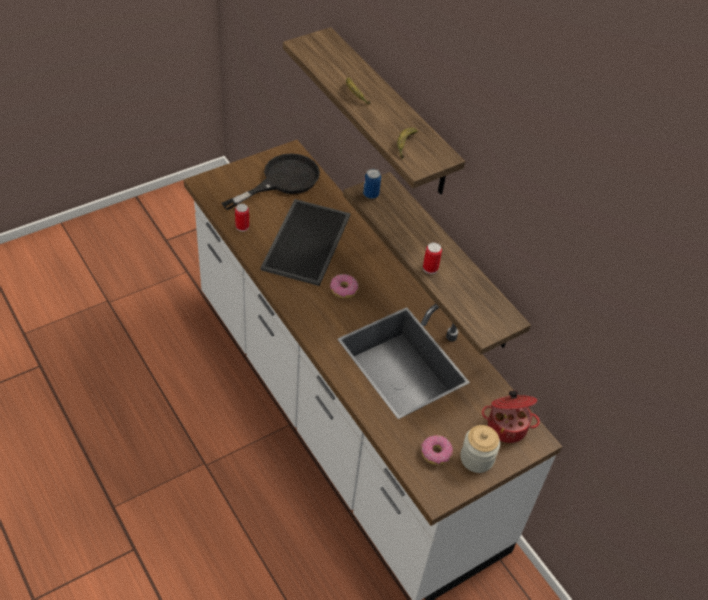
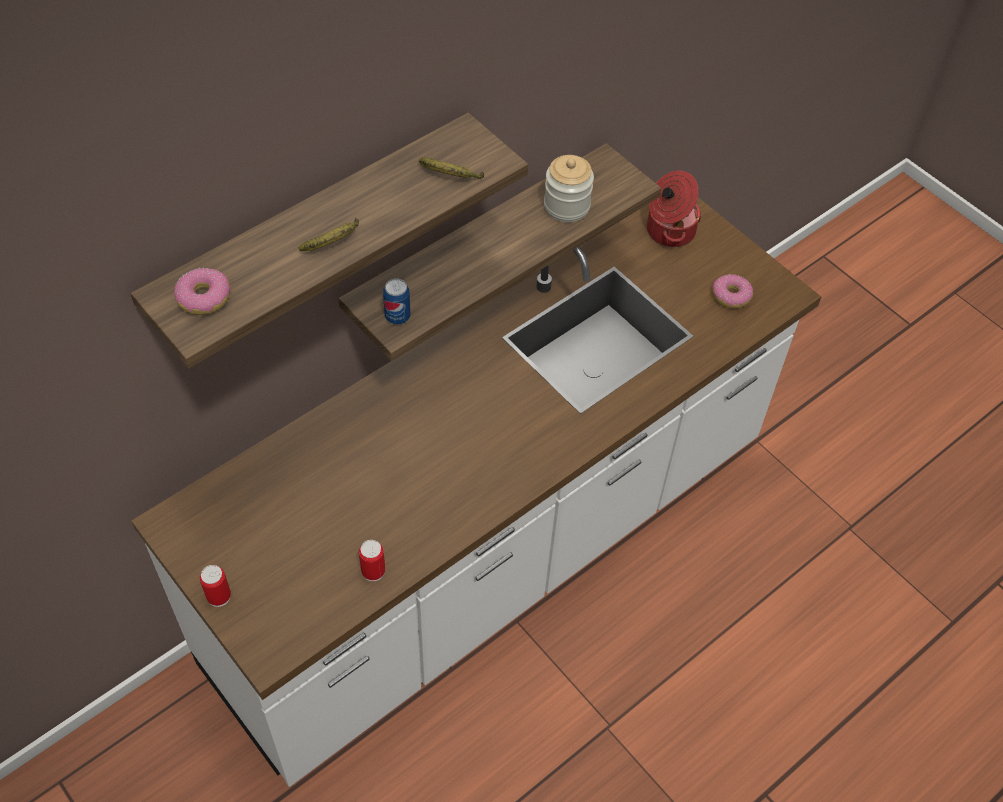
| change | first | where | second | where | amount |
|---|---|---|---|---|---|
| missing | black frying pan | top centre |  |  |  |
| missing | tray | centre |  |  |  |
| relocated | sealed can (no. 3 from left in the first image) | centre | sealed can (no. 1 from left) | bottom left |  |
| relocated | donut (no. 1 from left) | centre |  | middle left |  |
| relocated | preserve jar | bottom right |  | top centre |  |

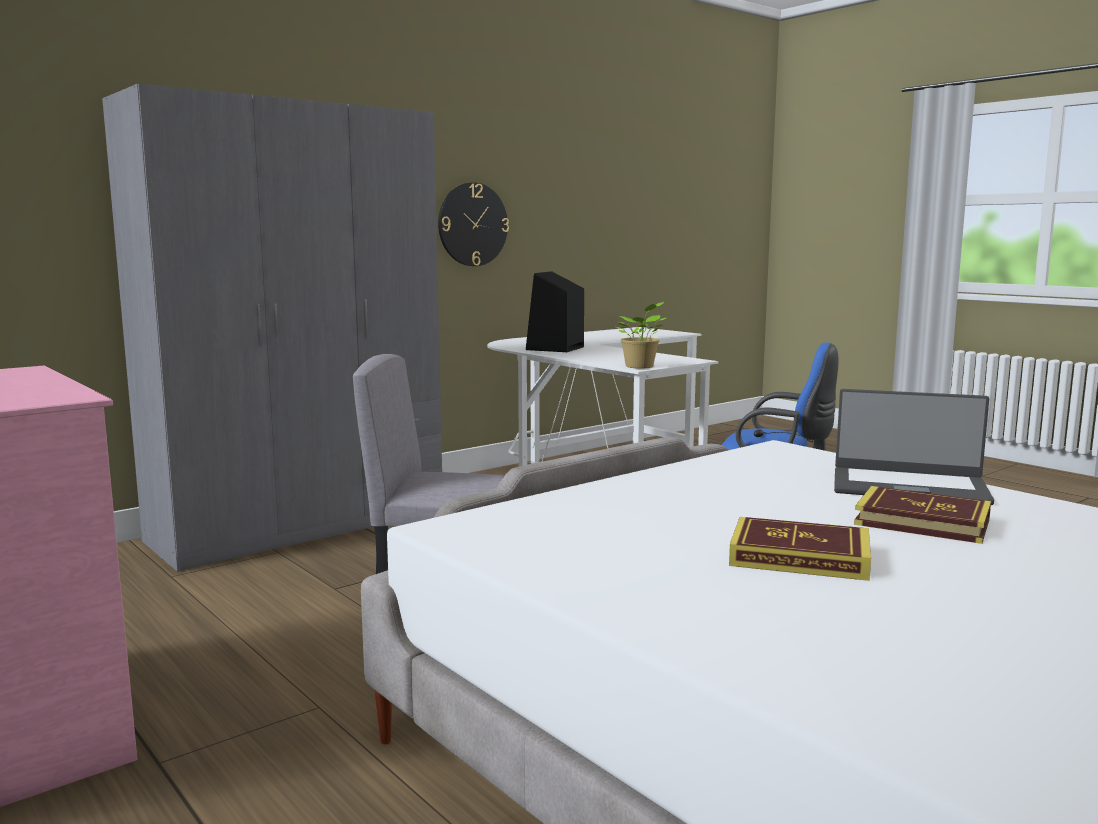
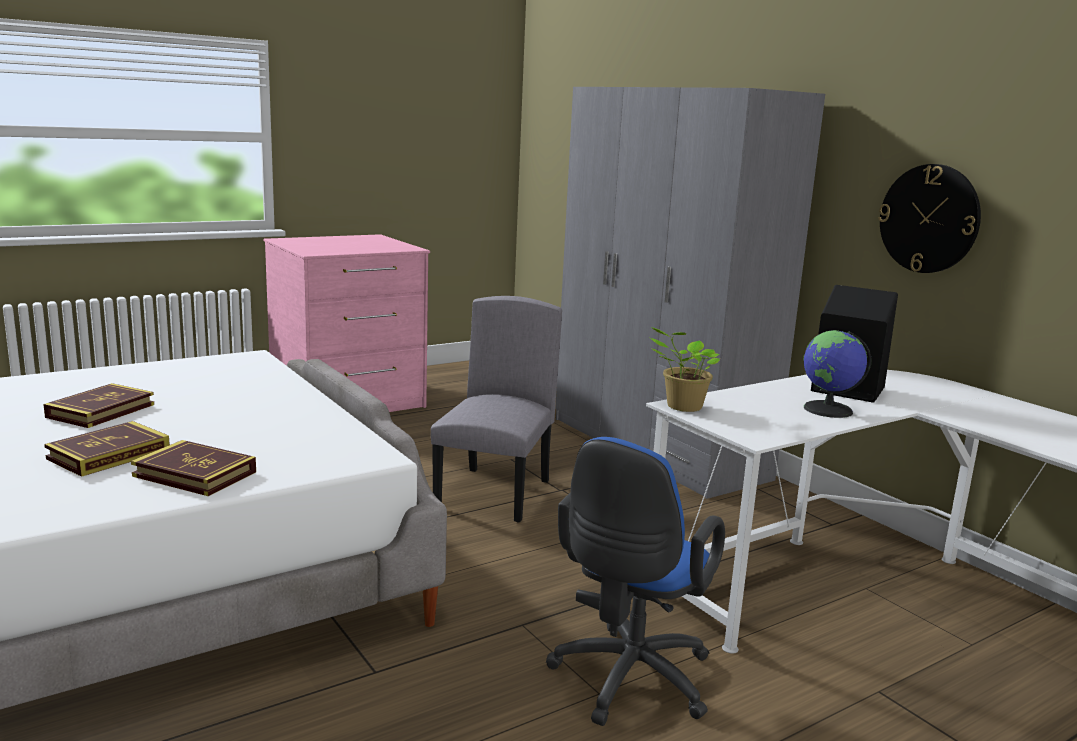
| change | first | where | second | where | amount |
|---|---|---|---|---|---|
| exchanged | notebook computer | middle right | bound book (no. 3 from left) | middle left |  |
| appeared |  |  | world globe | middle right |  |

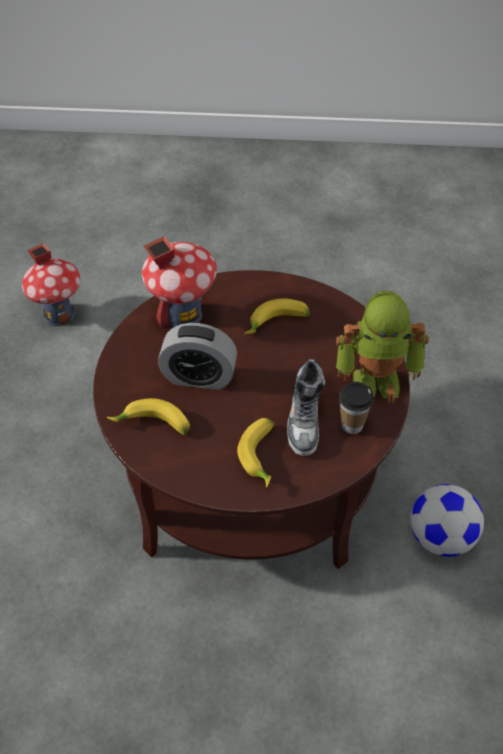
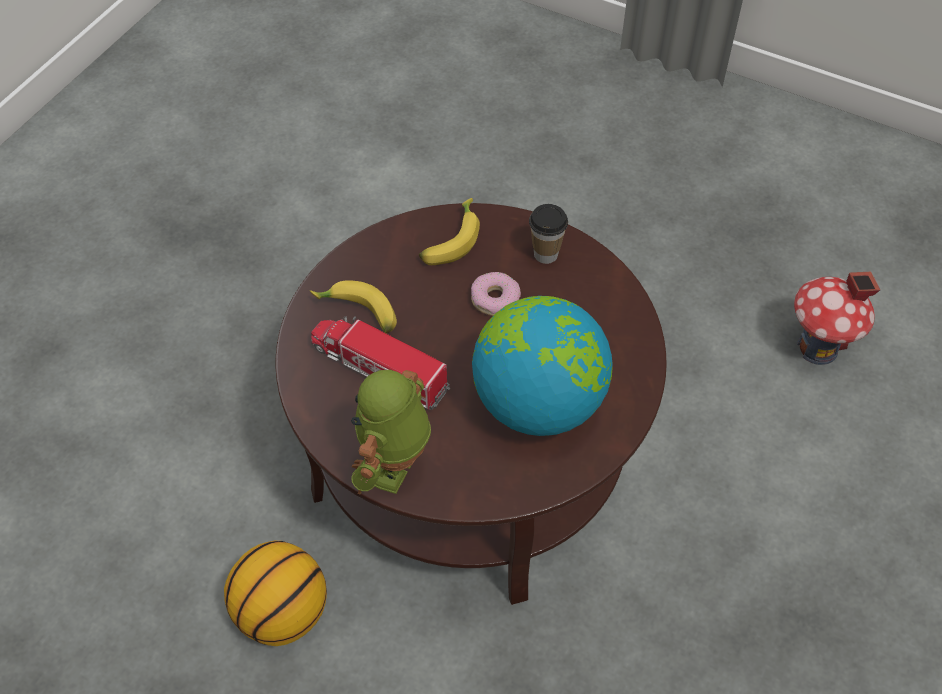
| change | first | where | second | where | amount |
|---|---|---|---|---|---|
| missing | miniature house (no. 2 from left) | centre |  |  |  |
| exchanged | whole banana (no. 3 from left) | centre | world globe | centre |  |
| exchanged | bedside clock | centre | donut | centre |  |
| exchanged | item of footwear | centre | toy truck | centre |  |
| relocated | small cup | middle right |  | centre |  |
| exchanged | football | bottom right | basketball ball | bottom left |  |

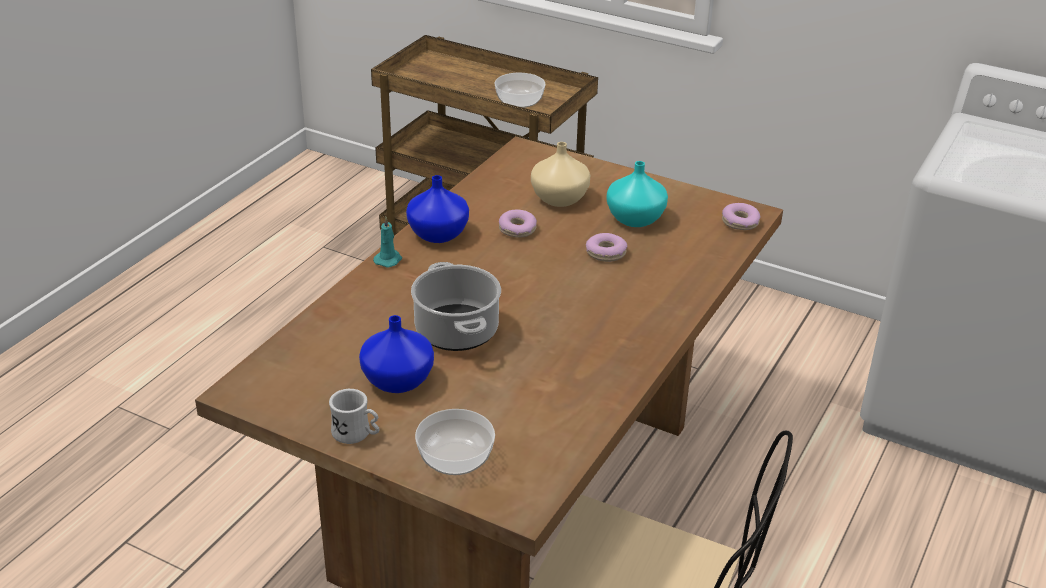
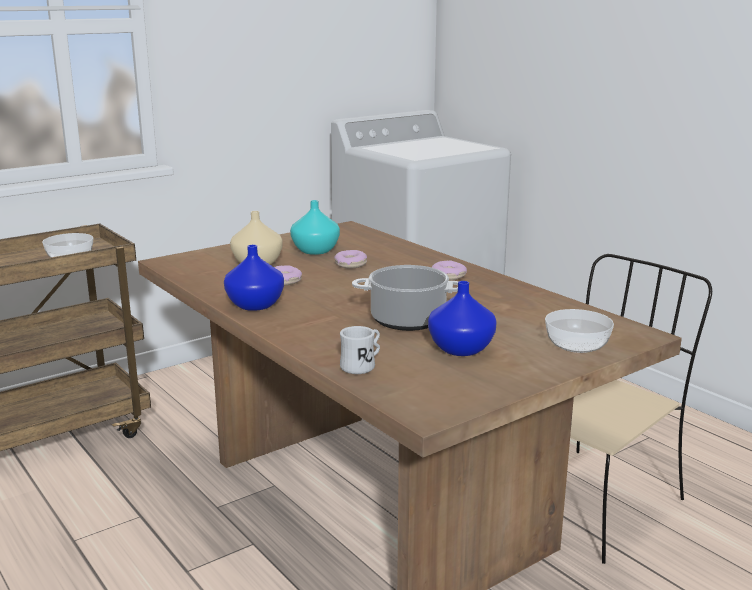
| change | first | where | second | where | amount |
|---|---|---|---|---|---|
| relocated | donut (no. 3 from left) | middle right |  | centre |  |
| missing | turquoise-coloured candle | centre |  |  |  |
| relocated | whitish coffee mug | bottom centre |  | centre |  |

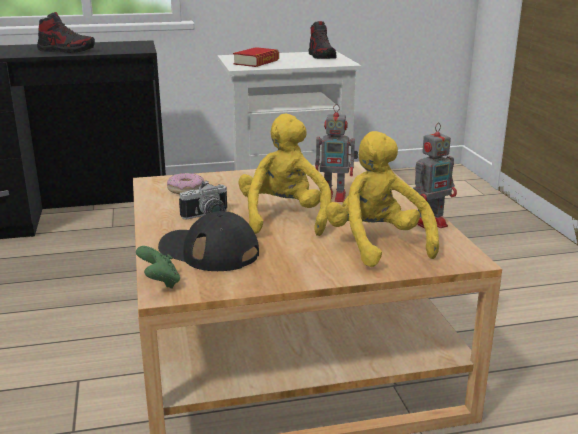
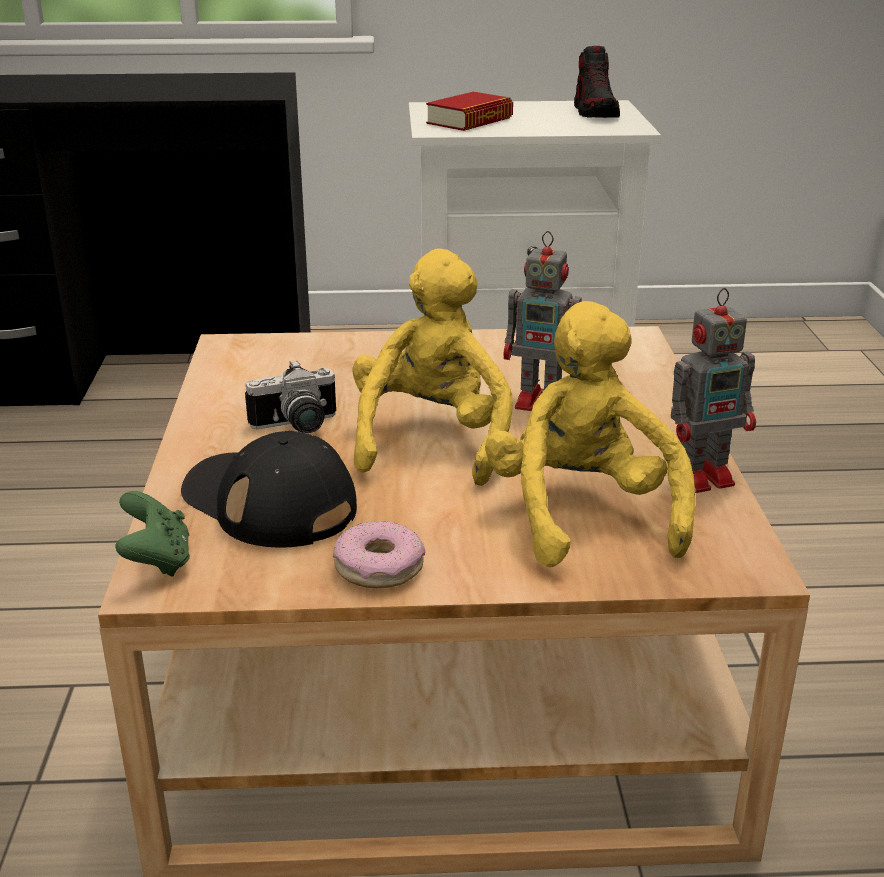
| change | first | where | second | where | amount |
|---|---|---|---|---|---|
| missing | item of footwear (no. 1 from left) | top left |  |  |  |
| relocated | donut | middle left |  | centre |  |

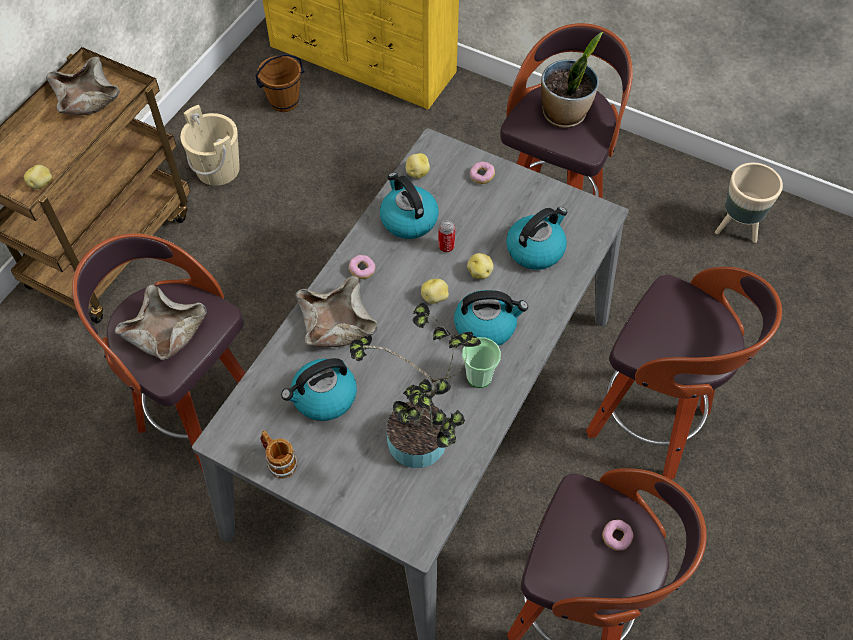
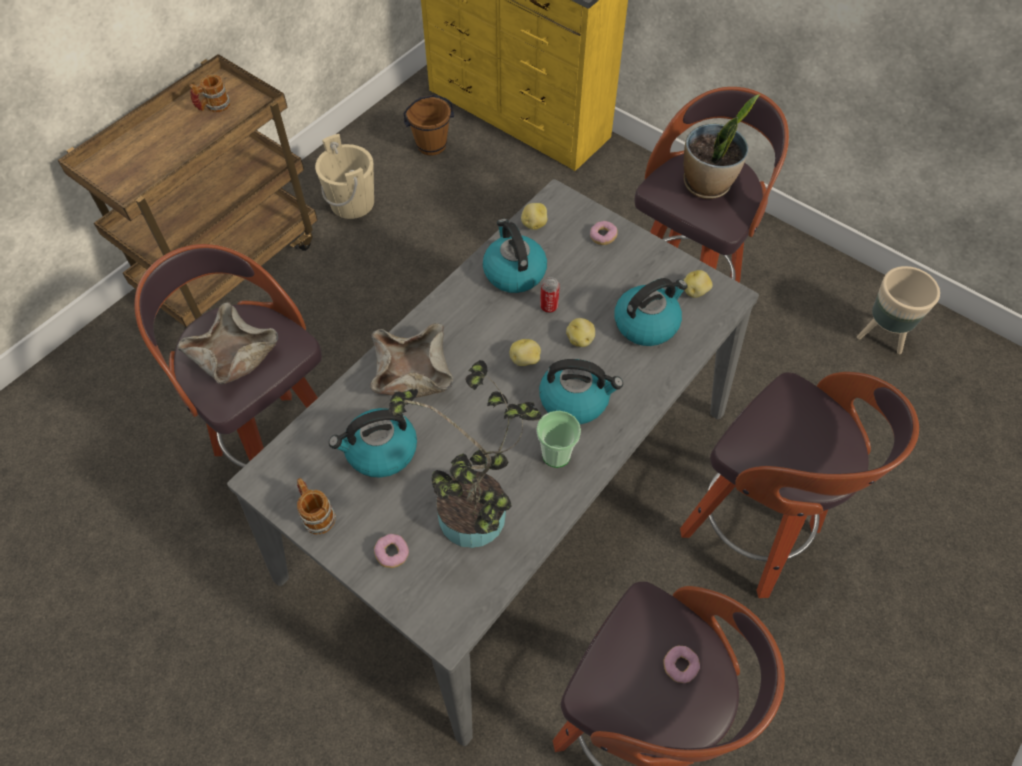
| change | first | where | second | where | amount |
|---|---|---|---|---|---|
| exchanged | beige-coloured bowl (no. 1 from left) | top left | coffee mug (no. 1 from left) | top left |  |
| relocated | whole potato (no. 1 from left in the first image) | top left | whole potato (no. 4 from left) | middle right |  |
| relocated | donut (no. 1 from left) | centre |  | bottom centre |  |

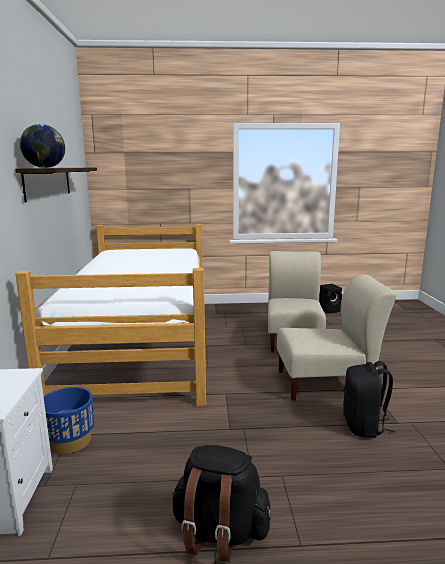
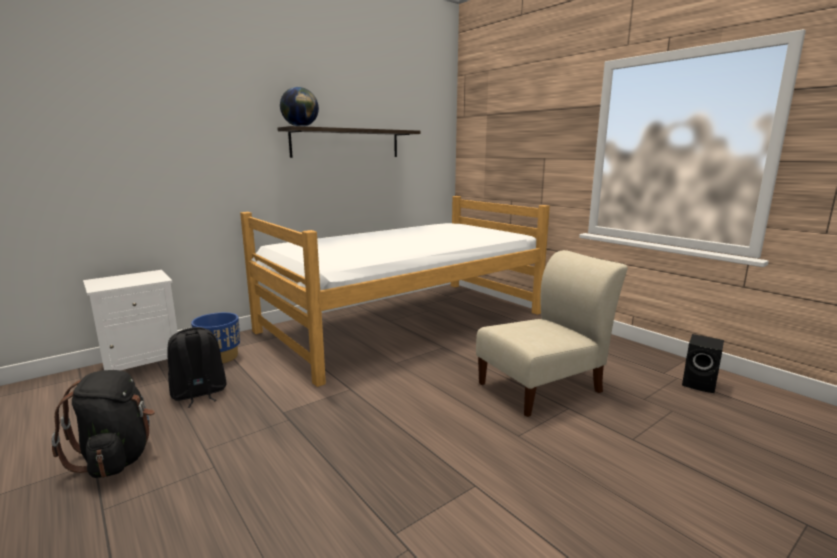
| change | first | where | second | where | amount |
|---|---|---|---|---|---|
| missing | beige-coloured chair (no. 2 from left) | middle right |  |  |  |
| relocated | black rucksack (no. 2 from left) | bottom right |  | middle left |  |

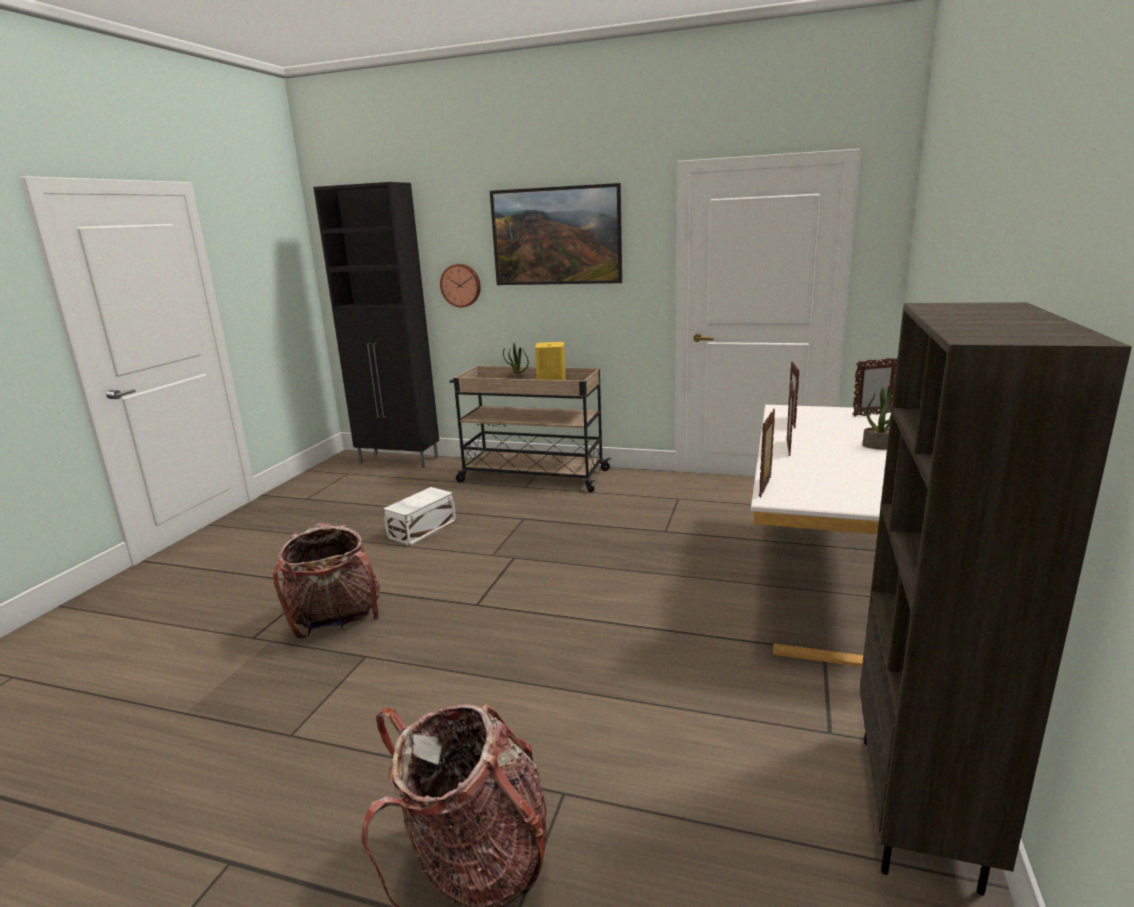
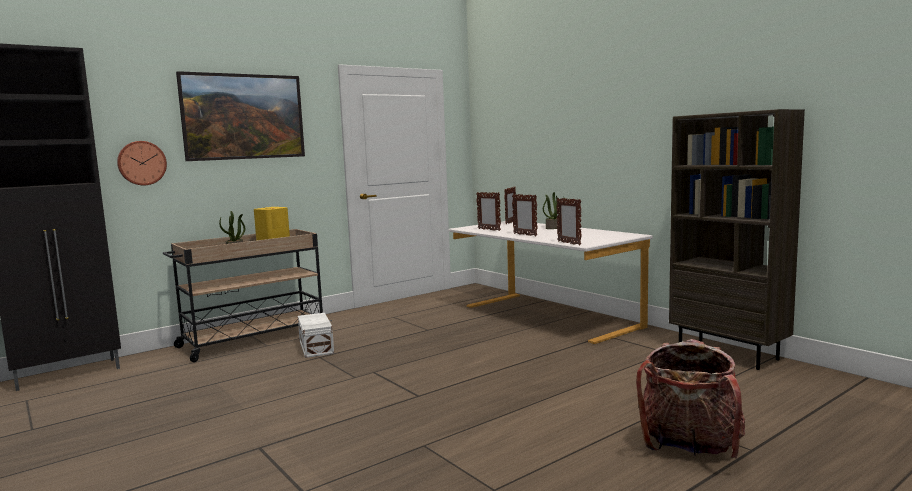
| change | first | where | second | where | amount |
|---|---|---|---|---|---|
| relocated | whitish storage box | centre |  | bottom centre |  |
| missing | rucksack (no. 1 from left) | middle left |  |  |  |

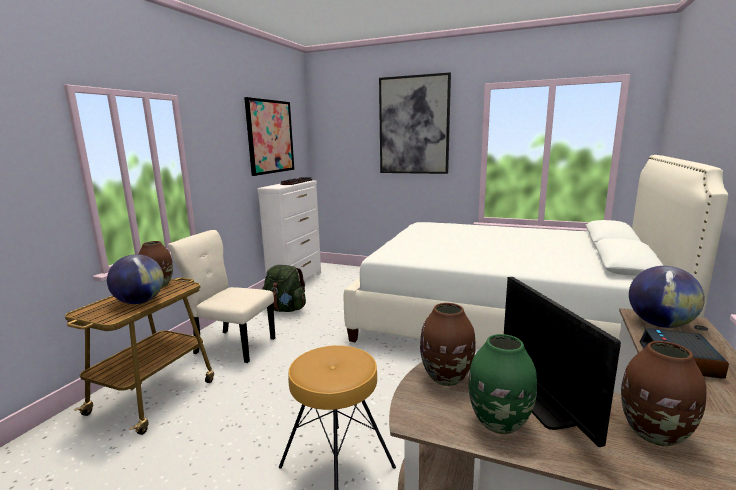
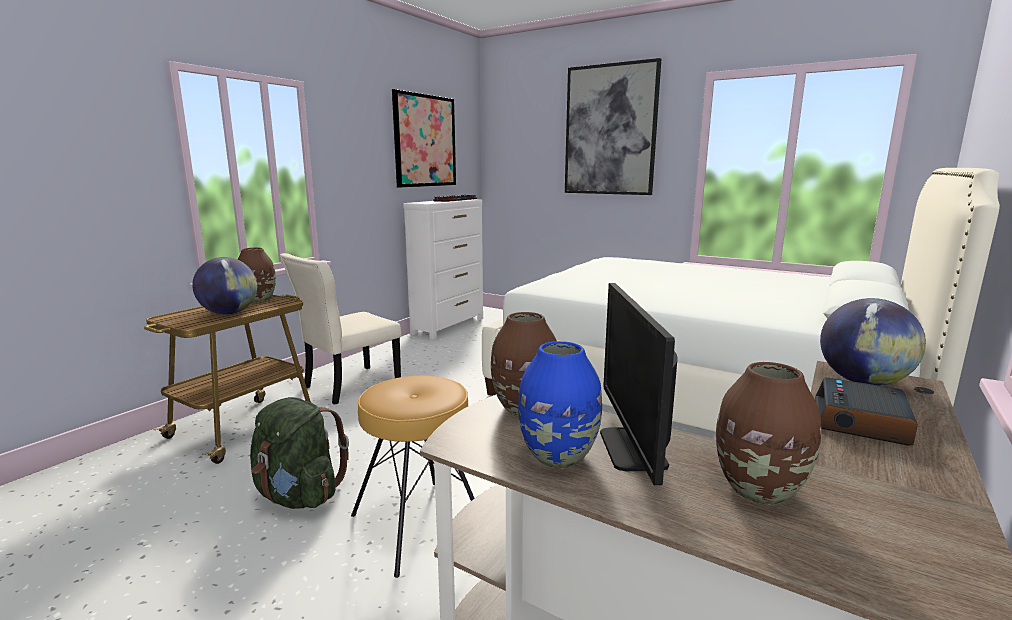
| change | first | where | second | where | amount |
|---|---|---|---|---|---|
| spun | beige-coloured chair | middle left |  | centre | 75 degrees counterclockwise |
| relocated | greenish rucksack | centre |  | bottom left |  |
| colour | greenish flower vase | bottom right | blue-coloured flower vase | centre |  |

